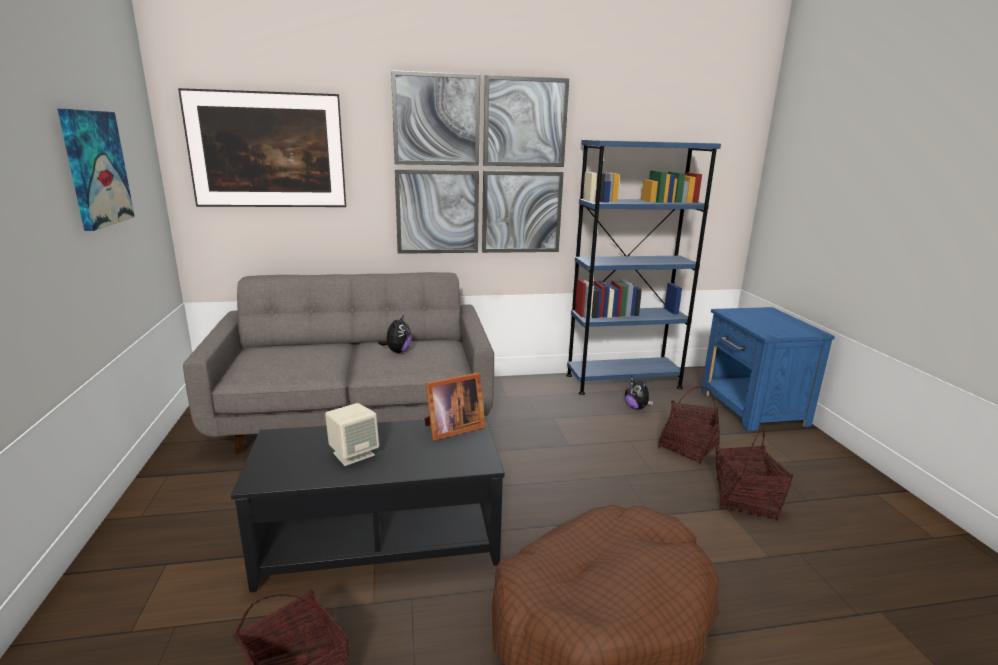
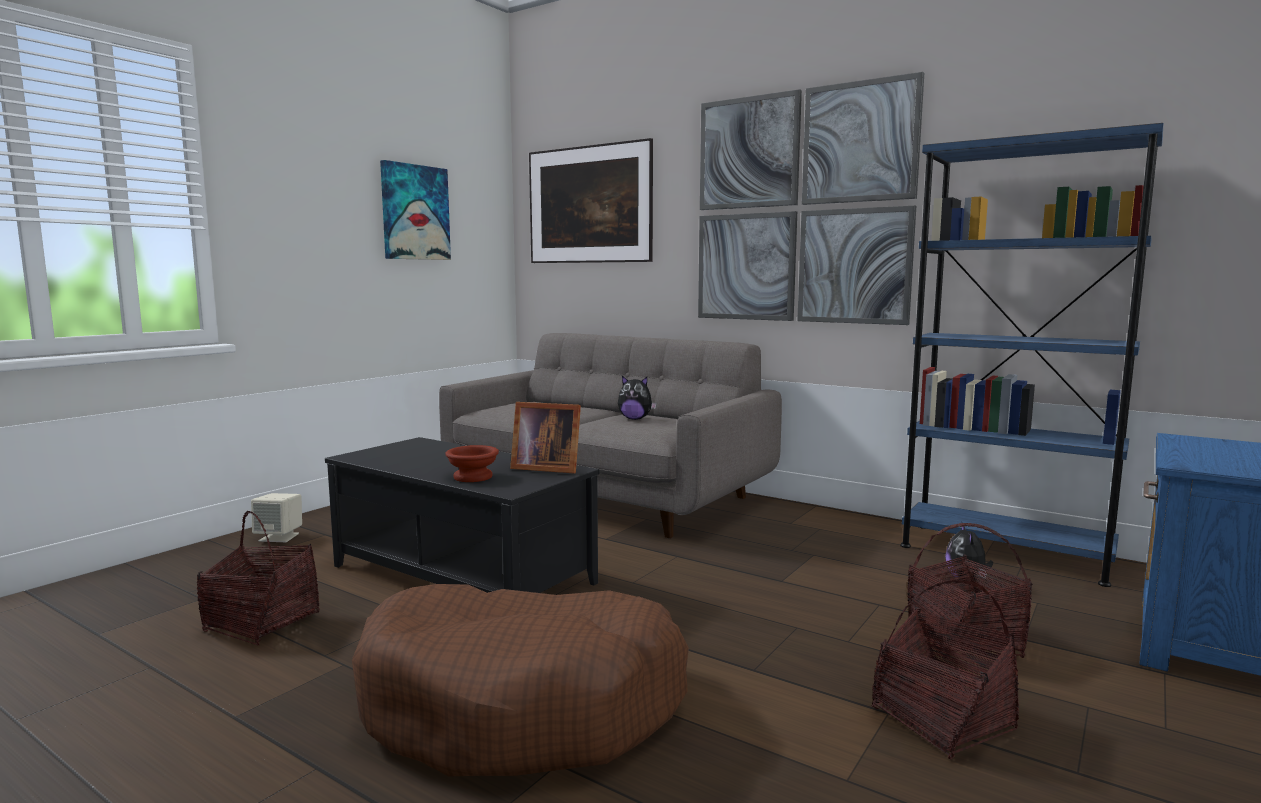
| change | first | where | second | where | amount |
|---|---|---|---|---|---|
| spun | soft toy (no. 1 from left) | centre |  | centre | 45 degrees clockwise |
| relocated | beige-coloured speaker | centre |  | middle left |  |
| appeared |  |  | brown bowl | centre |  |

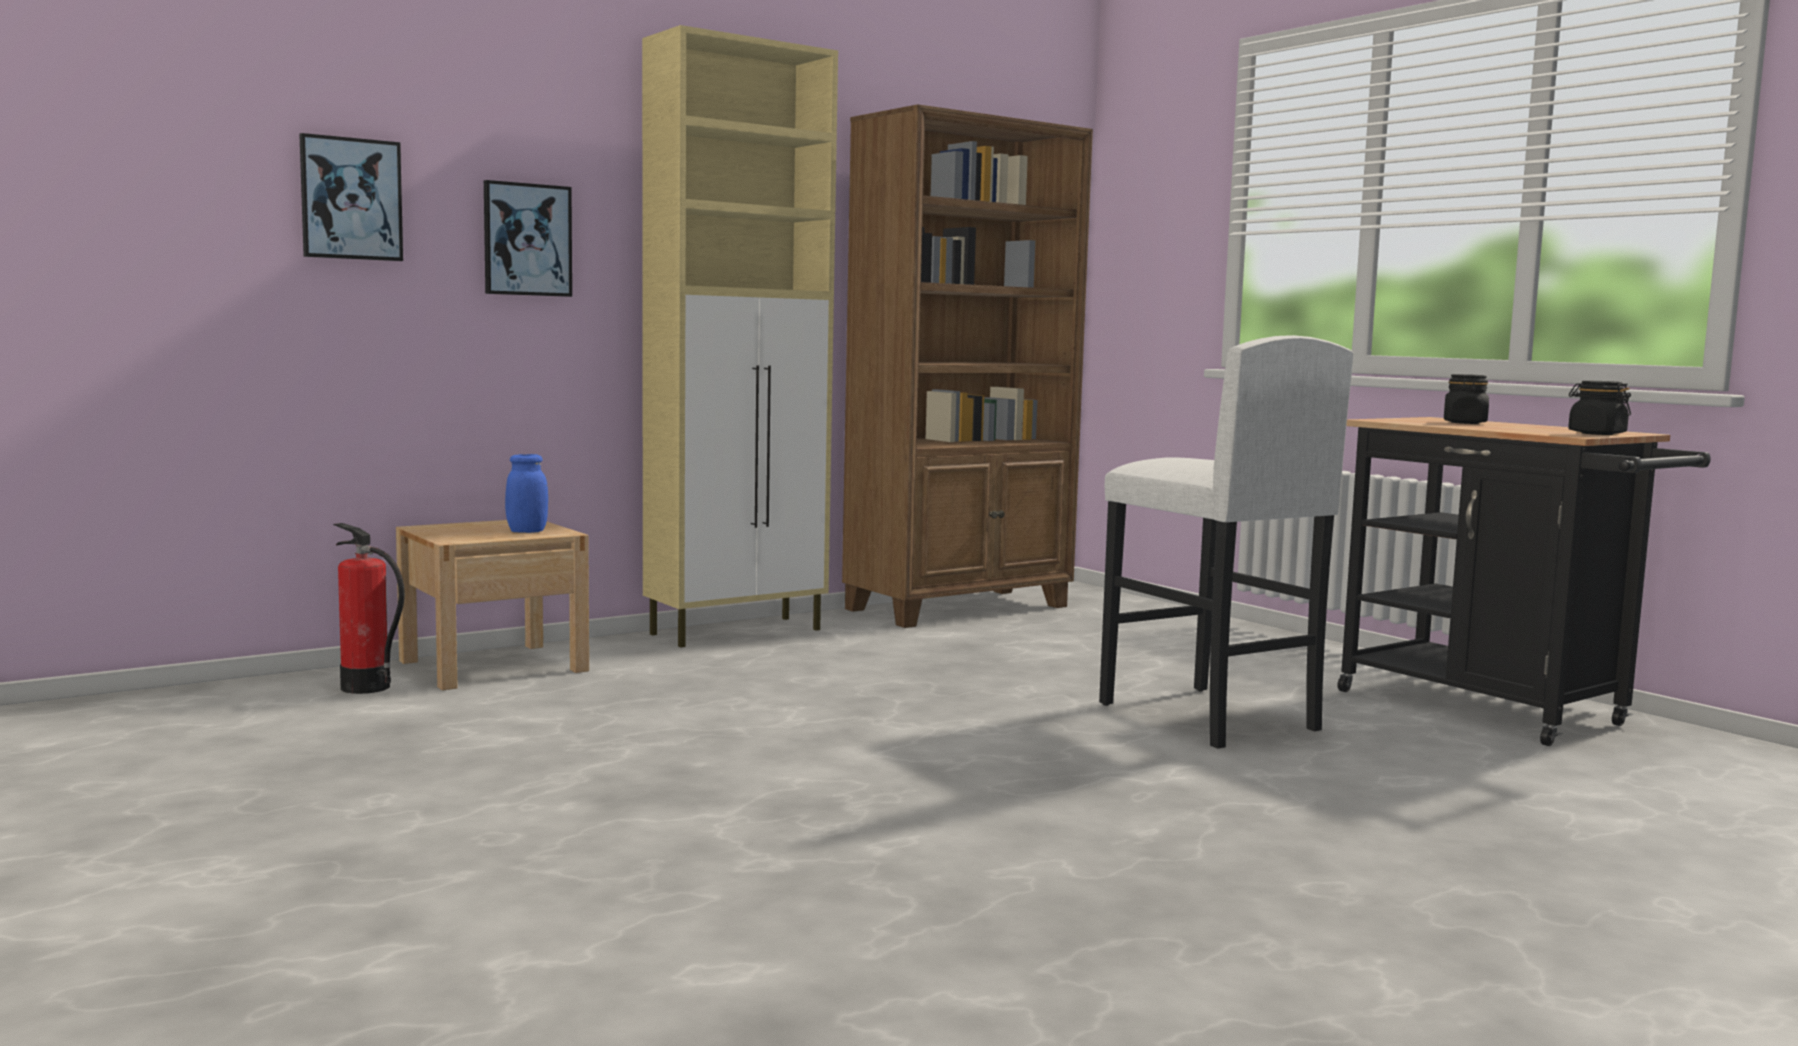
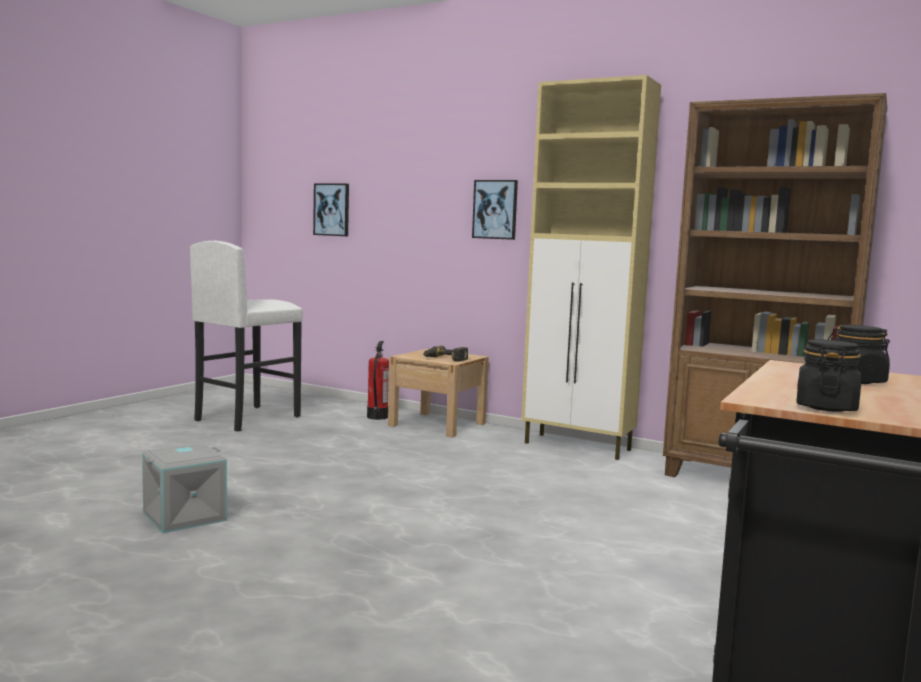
| change | first | where | second | where | amount |
|---|---|---|---|---|---|
| relocated | wall art (no. 1 from left) | top left |  | top centre |  |
| relocated | whitish sitting stool | middle right |  | middle left |  |
| exchanged | blue-coloured preserve jar | middle left | power drill | centre |  |
| appeared |  |  | greyish storage box | bottom left |  |

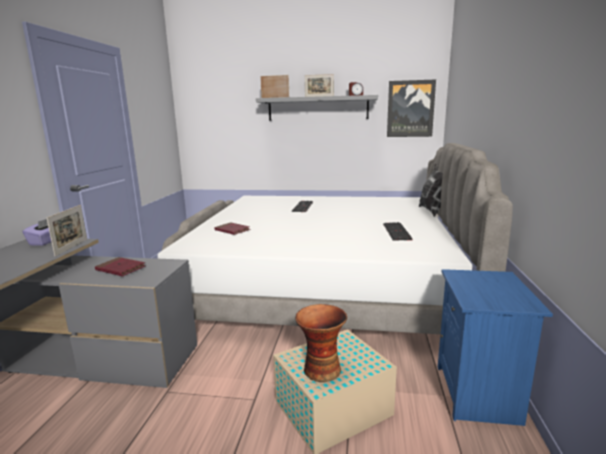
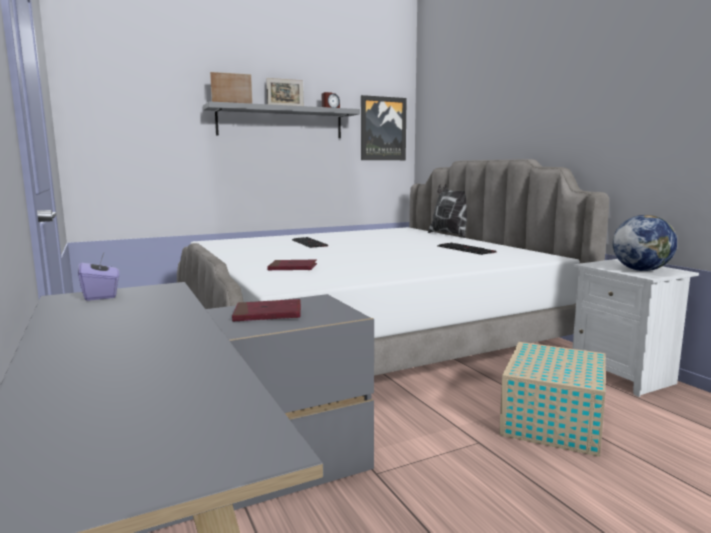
| change | first | where | second | where | amount |
|---|---|---|---|---|---|
| missing | picture frame (no. 1 from left) | middle left |  |  |  |
| colour | blue-coloured nightstand | bottom right | whitish nightstand | middle right |  |
| missing | flower vase | bottom centre |  |  |  |
| appeared |  |  | world globe | middle right |  |

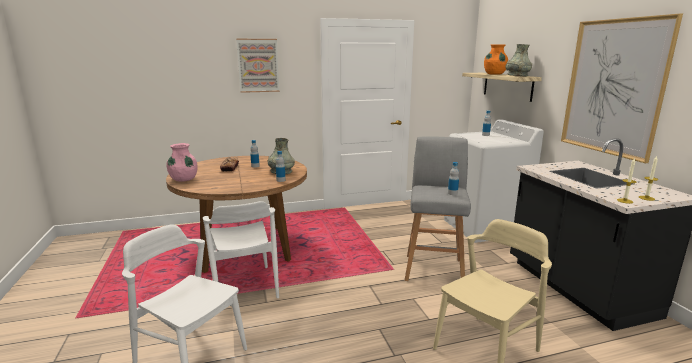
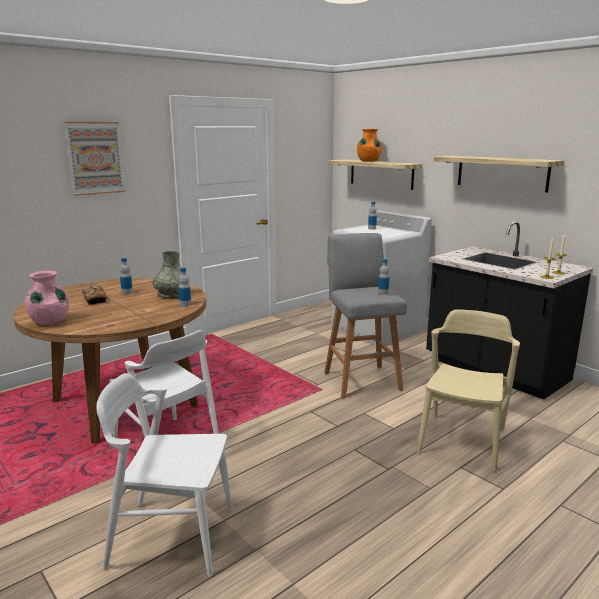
| change | first | where | second | where | amount |
|---|---|---|---|---|---|
| exchanged | wall art (no. 2 from left) | top right | bracket shelf (no. 2 from left) | top right |  |
| missing | greyish flower vase (no. 2 from left) | top right |  |  |  |

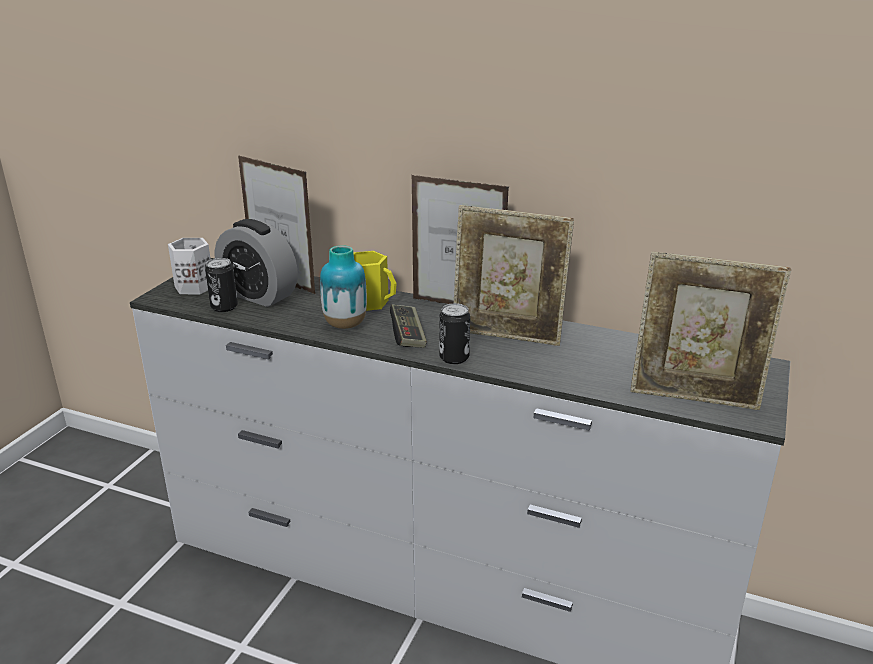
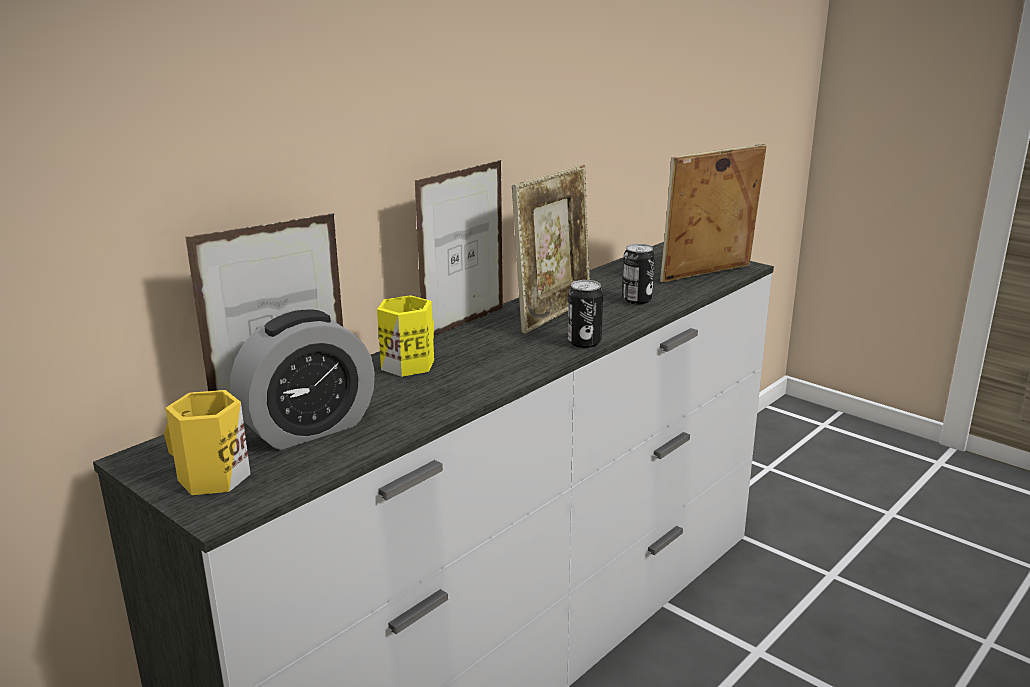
| change | first | where | second | where | amount |
|---|---|---|---|---|---|
| colour | whitish coffee mug | middle left | yellow-coloured coffee mug (no. 1 from left) | middle left |  |
| missing | flower vase | centre |  |  |  |
| spun | picture frame (no. 4 from left) | middle right |  | top right | 150 degrees counterclockwise |
| relocated | sealed can (no. 1 from left in the first image) | middle left | sealed can (no. 2 from left) | centre |  |
| missing | game controller | centre |  |  |  |

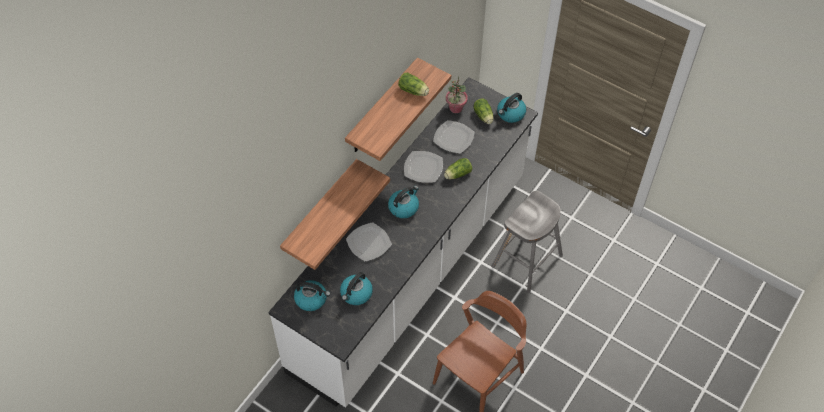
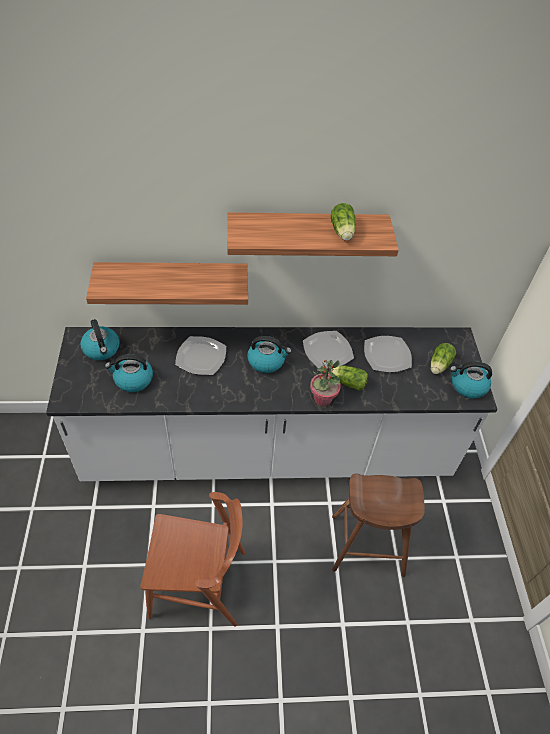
| change | first | where | second | where | amount |
|---|---|---|---|---|---|
| relocated | plant in a pot | top centre |  | centre |  |
| colour | greyish sitting stool | centre | brown sitting stool | bottom right |  |

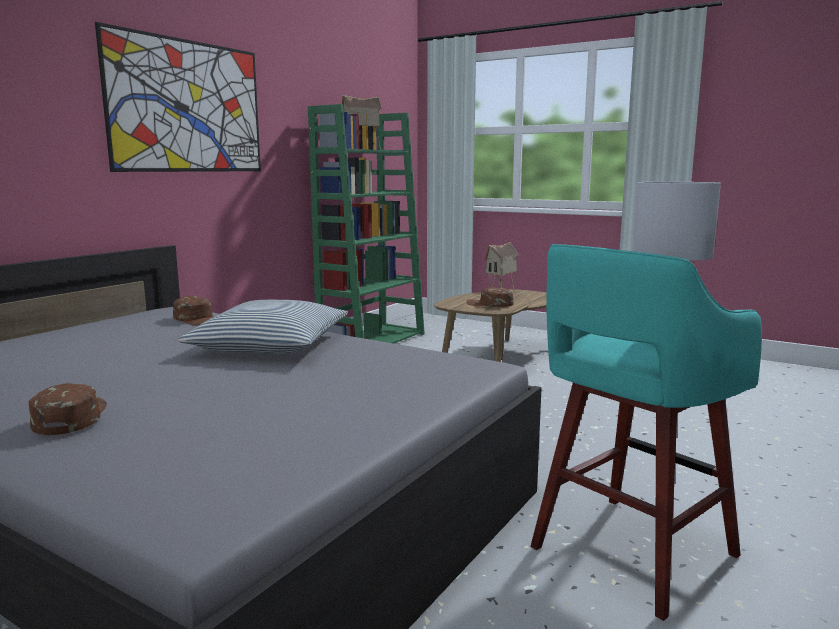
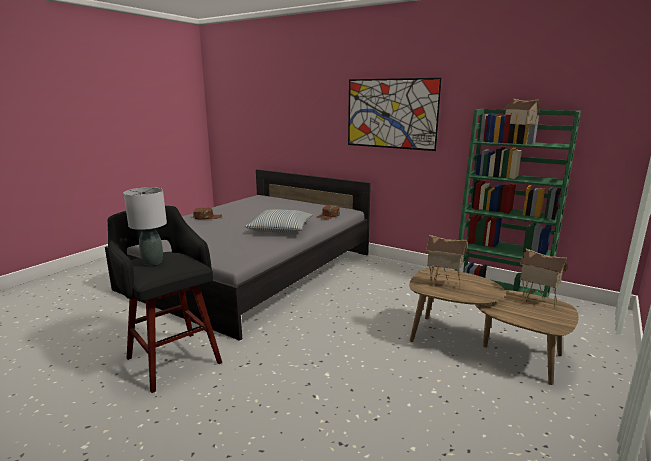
| change | first | where | second | where | amount |
|---|---|---|---|---|---|
| colour | turquoise-coloured sitting stool | bottom right | black sitting stool | middle left |  |
| exchanged | brown peaked cap (no. 3 from left) | centre | miniature house (no. 1 from left) | middle right |  |

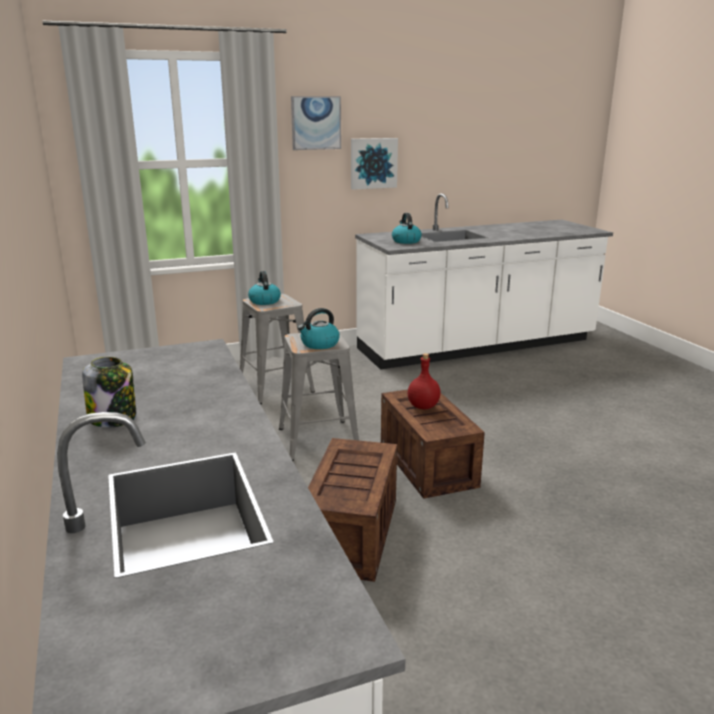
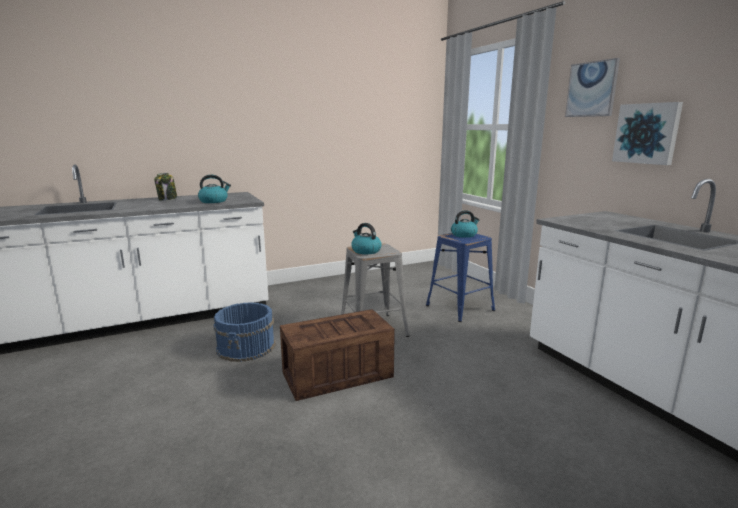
| change | first | where | second | where | amount |
|---|---|---|---|---|---|
| relocated | water kettle (no. 3 from left in the first image) | top centre | water kettle (no. 1 from left) | middle left |  |
| colour | greyish sitting stool (no. 1 from left) | centre | blue-coloured sitting stool | centre |  |
| missing | red-coloured drink bottle | centre |  |  |  |
| exchanged | crate (no. 1 from left) | bottom centre | blue-coloured water bucket | middle left |  |

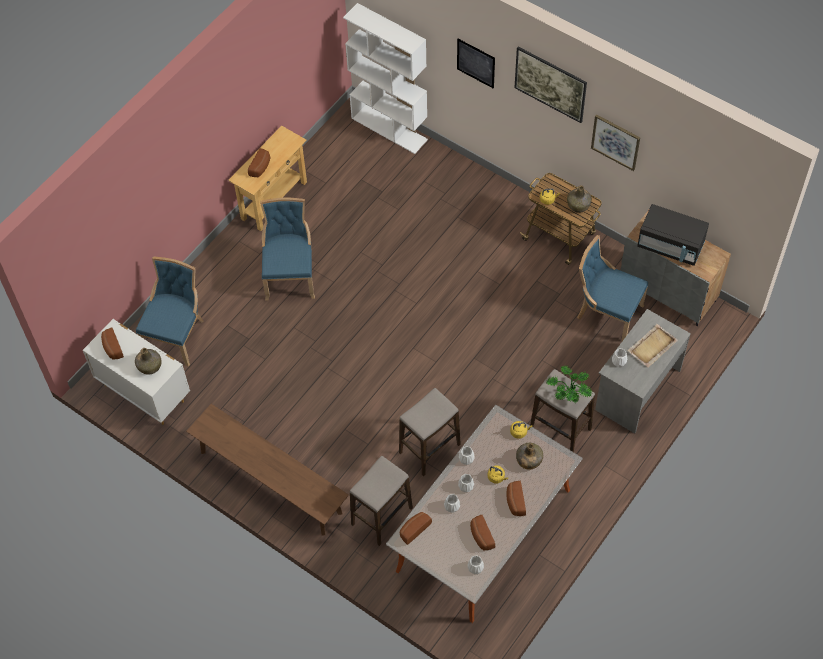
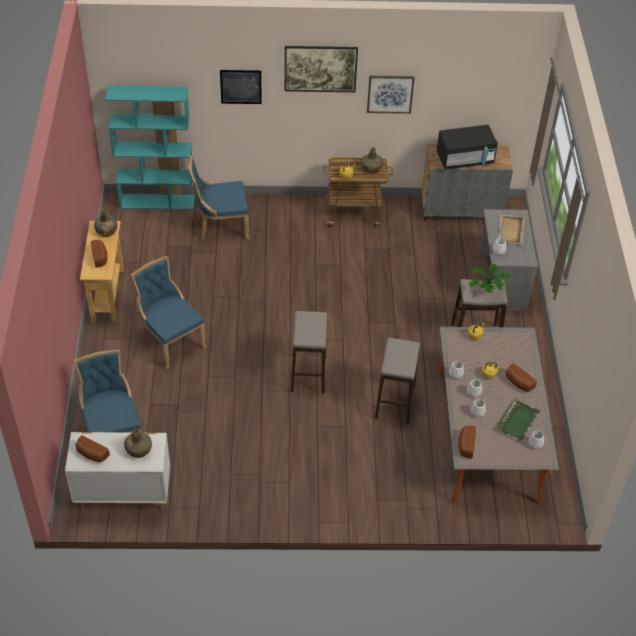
| change | first | where | second | where | amount |
|---|---|---|---|---|---|
| colour | whitish bookshelf | top centre | turquoise-coloured bookshelf | top left |  |
| relocated | blue-coloured chair (no. 3 from left) | middle right |  | top centre |  |
| missing | brown long seat | bottom left |  |  |  |
| relocated | greenish drink bottle (no. 2 from left in the first image) | bottom centre | greenish drink bottle (no. 1 from left) | middle left |  |
| relocated | sitting stool (no. 1 from left) | bottom centre |  | centre |  |
| exchanged | bread (no. 4 from left) | bottom centre | greenish tray | middle right |  |

